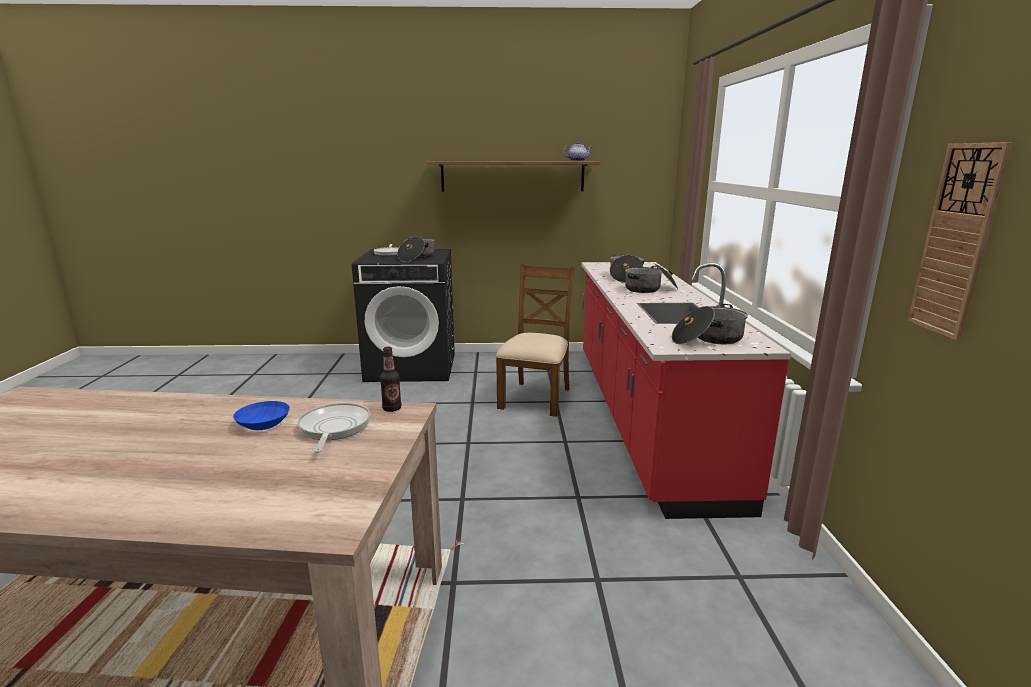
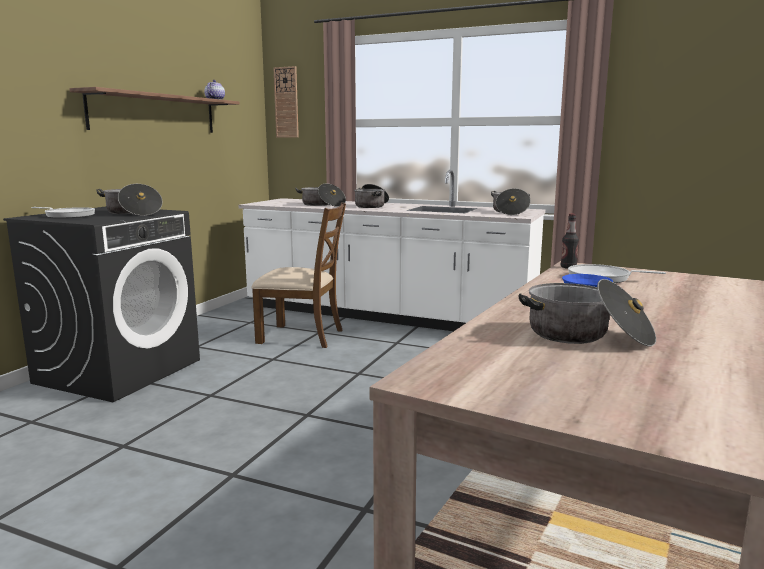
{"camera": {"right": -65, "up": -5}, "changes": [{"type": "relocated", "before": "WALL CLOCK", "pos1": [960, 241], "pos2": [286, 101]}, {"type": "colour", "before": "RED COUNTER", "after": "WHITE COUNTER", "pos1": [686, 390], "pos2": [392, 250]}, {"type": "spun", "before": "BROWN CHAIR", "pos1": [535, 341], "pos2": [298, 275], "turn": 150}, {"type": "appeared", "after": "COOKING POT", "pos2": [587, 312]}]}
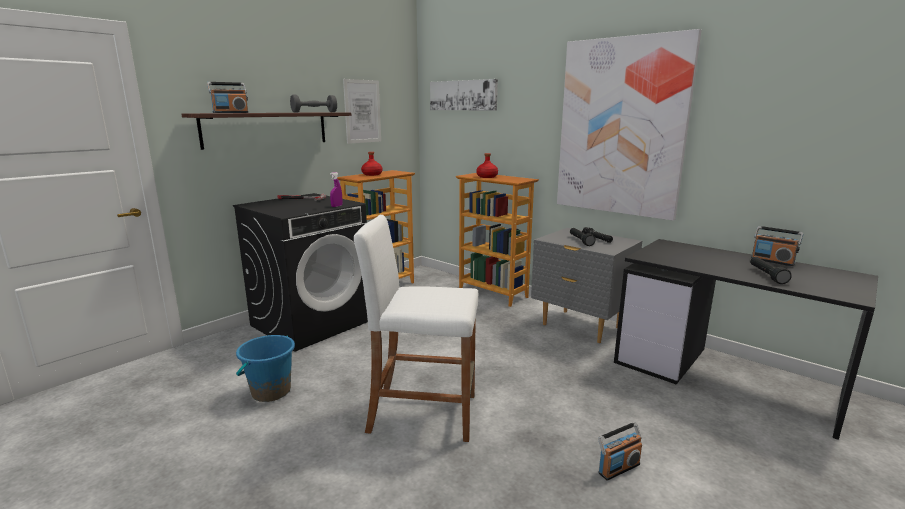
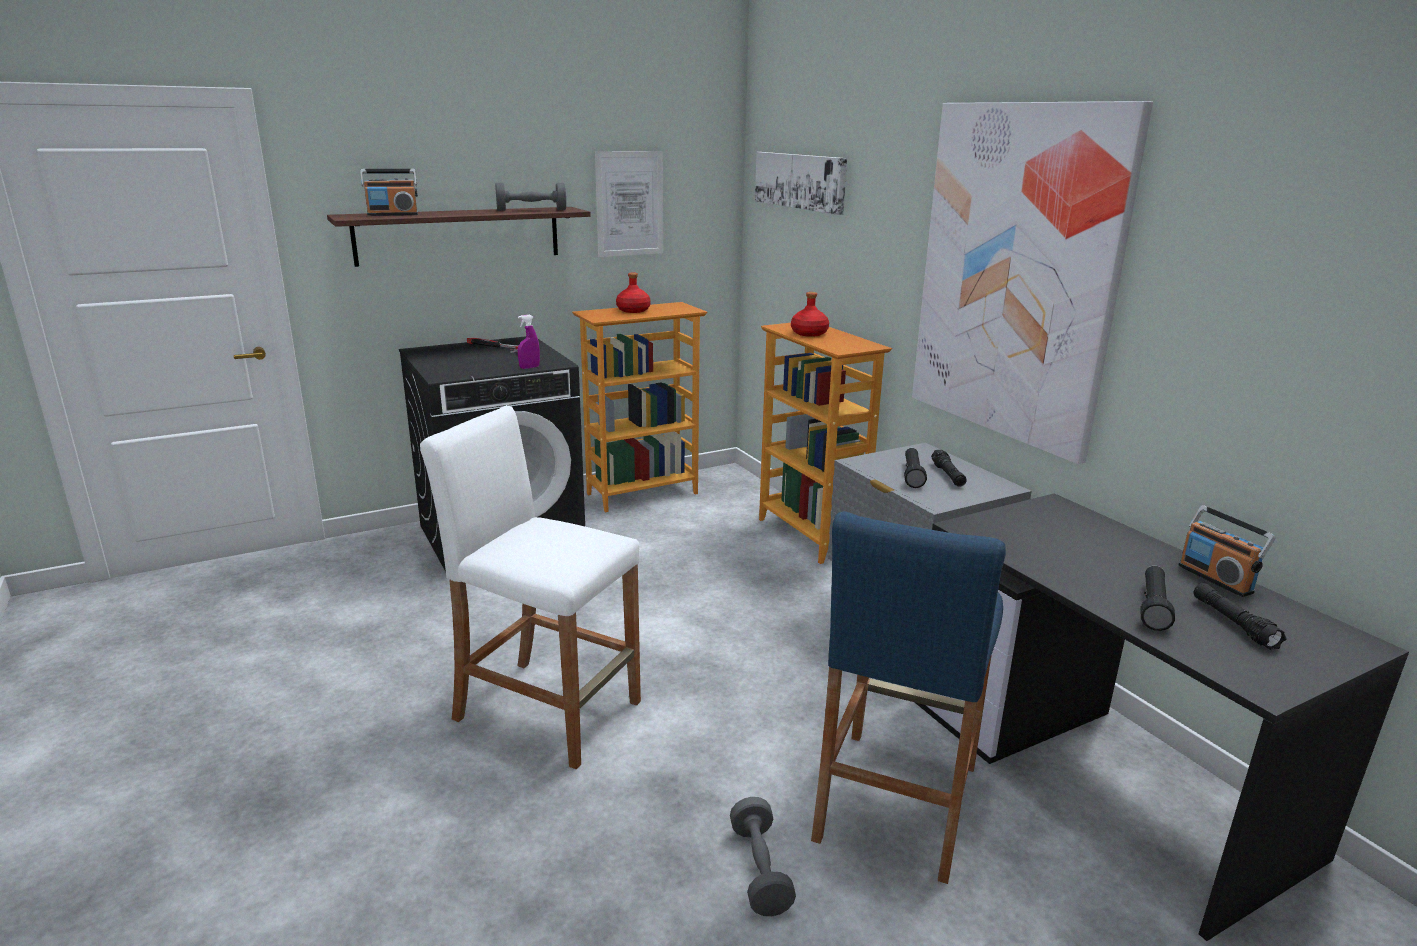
{"camera": {"right": 20, "up": 5}, "changes": [{"type": "missing", "before": "BLUE BUCKET", "pos1": [265, 368]}, {"type": "exchanged", "before": "RADIO", "after": "GREY DUMBBELL", "pos1": [620, 451], "pos2": [763, 856]}, {"type": "appeared", "after": "BLUE STOOL", "pos2": [908, 697]}, {"type": "appeared", "after": "BLACK FLASHLIGHT", "pos2": [1240, 616]}]}
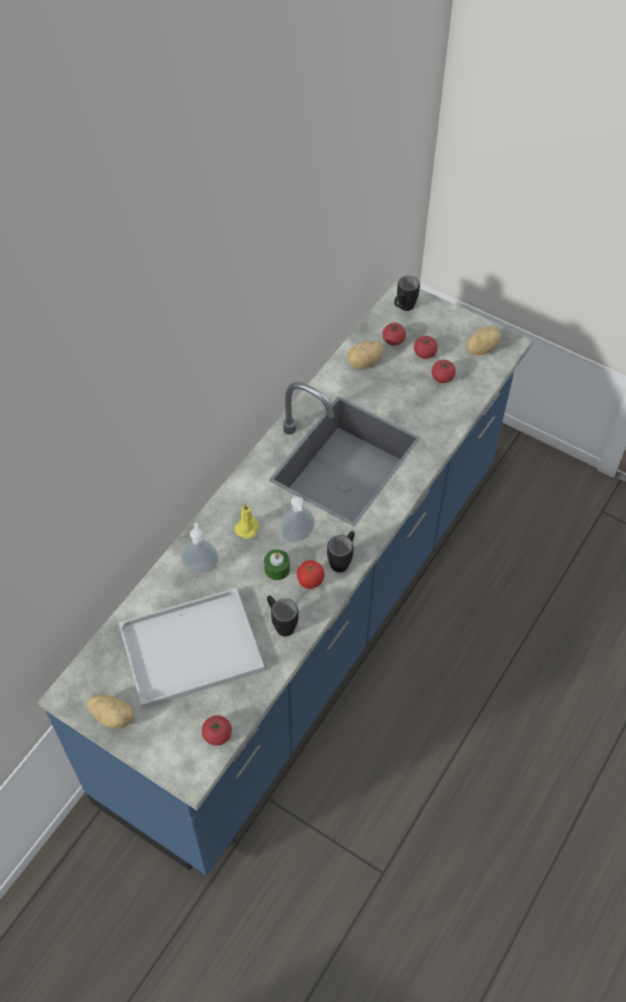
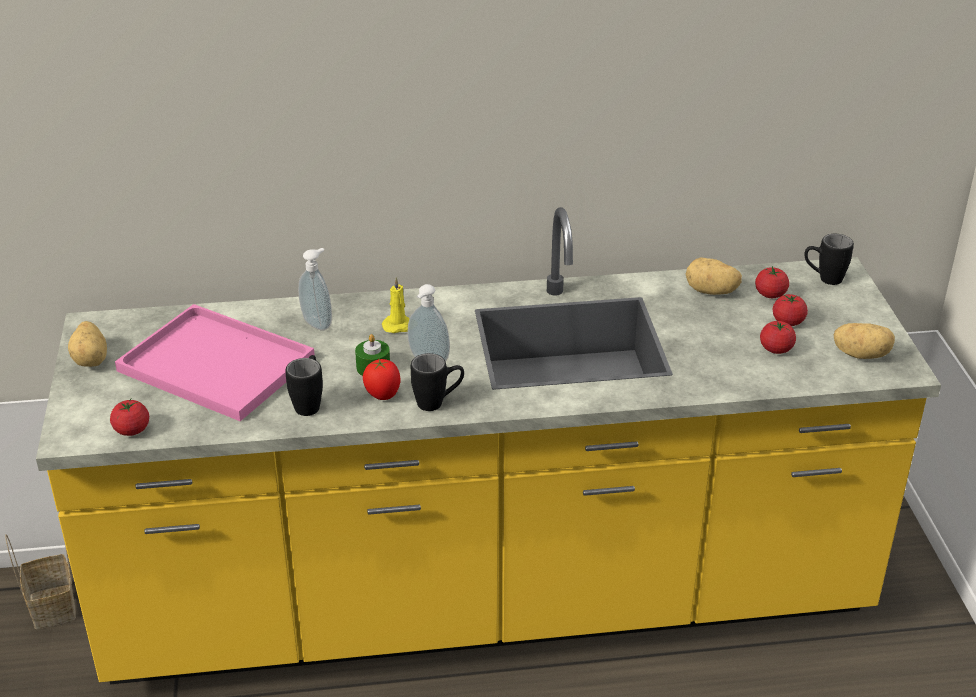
{"camera": {"right": 50, "up": -20}, "changes": [{"type": "colour", "before": "BLUE COUNTER", "after": "YELLOW COUNTER", "pos1": [285, 577], "pos2": [488, 445]}, {"type": "colour", "before": "WHITE TRAY", "after": "PINK TRAY", "pos1": [191, 648], "pos2": [215, 362]}, {"type": "appeared", "after": "BASKET", "pos2": [40, 581]}]}
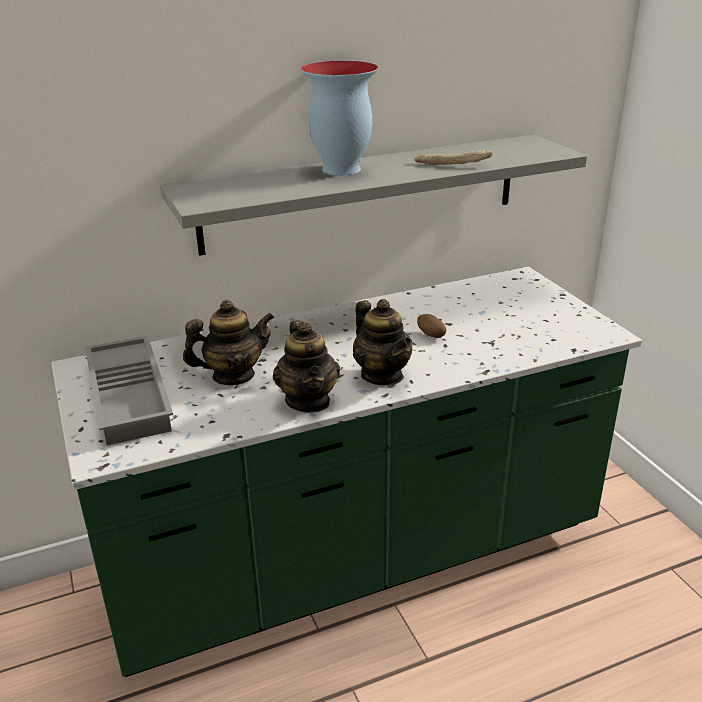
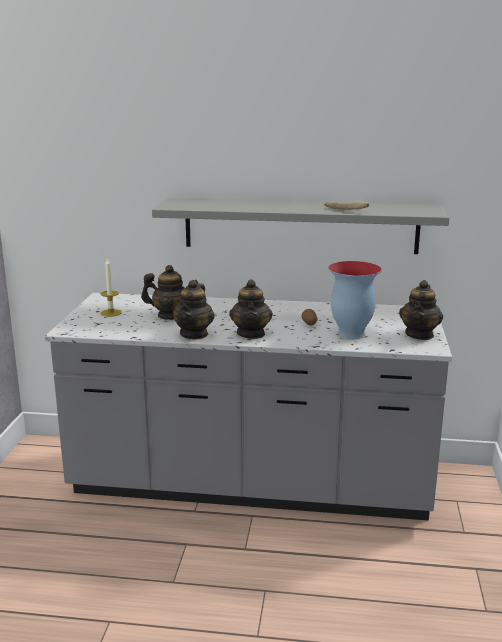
{"camera": {"right": 30, "up": -10}, "changes": [{"type": "relocated", "before": "VASE", "pos1": [339, 117], "pos2": [355, 300]}, {"type": "colour", "before": "GREEN COUNTER", "after": "GREY COUNTER", "pos1": [346, 472], "pos2": [248, 407]}, {"type": "exchanged", "before": "GREY TRAY", "after": "CANDLE", "pos1": [129, 390], "pos2": [111, 288]}, {"type": "appeared", "after": "TEAPOT", "pos2": [421, 310]}]}
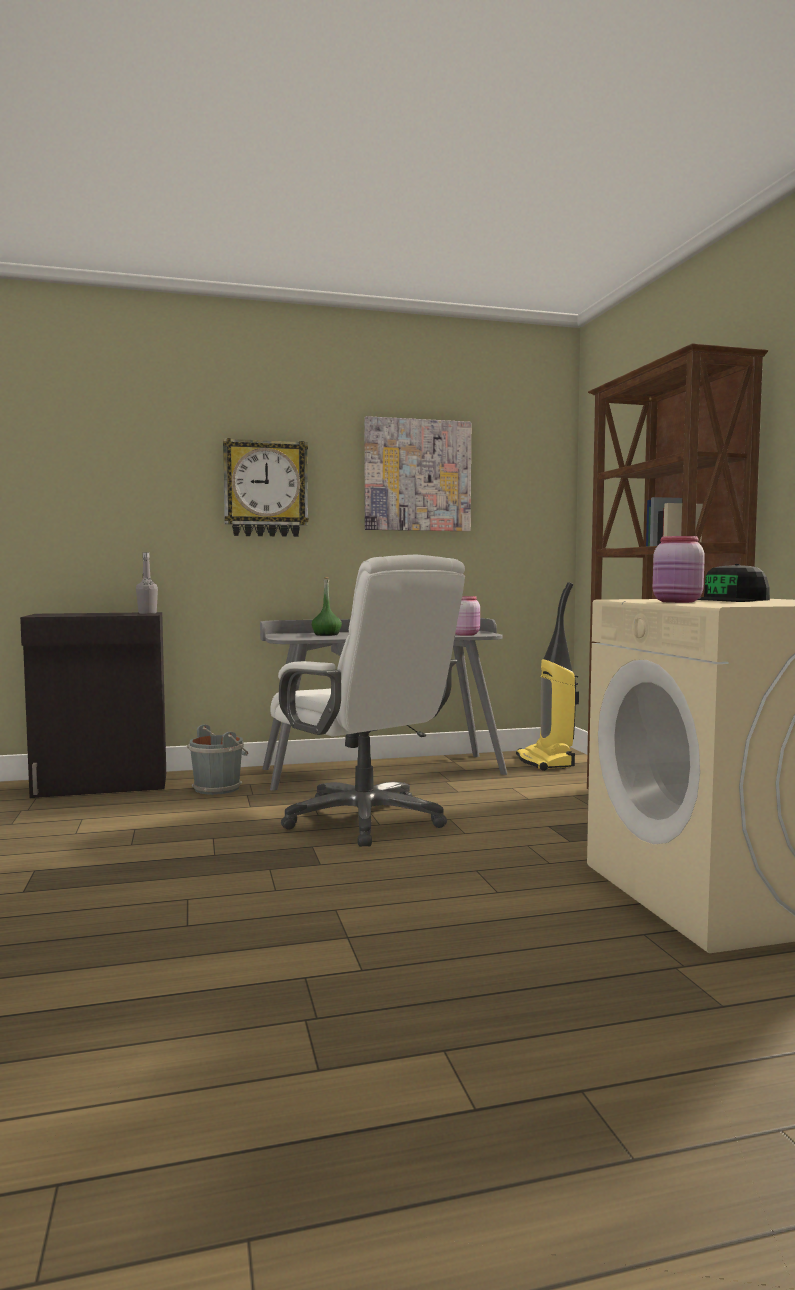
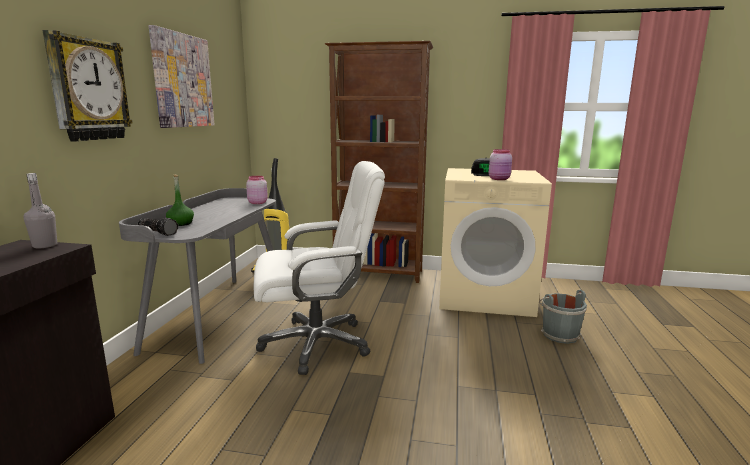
{"camera": {"right": -65, "up": 10}, "changes": [{"type": "relocated", "before": "GREY BUCKET", "pos1": [217, 759], "pos2": [563, 317]}, {"type": "appeared", "after": "FLASHLIGHT", "pos2": [158, 227]}]}
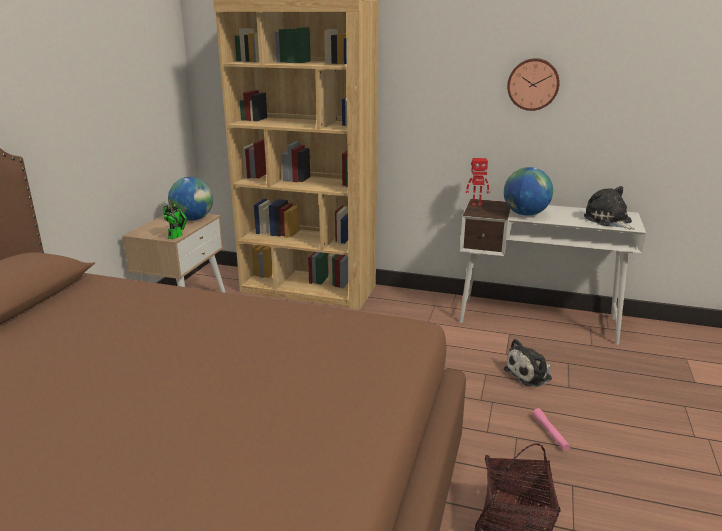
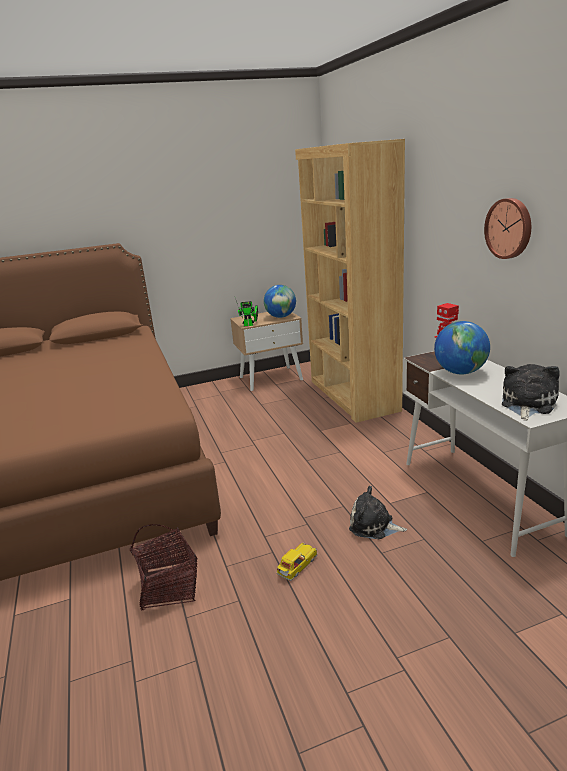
{"camera": {"right": 55, "up": 0}, "changes": [{"type": "exchanged", "before": "PINK FLASHLIGHT", "after": "TOY CAR", "pos1": [551, 429], "pos2": [297, 562]}]}
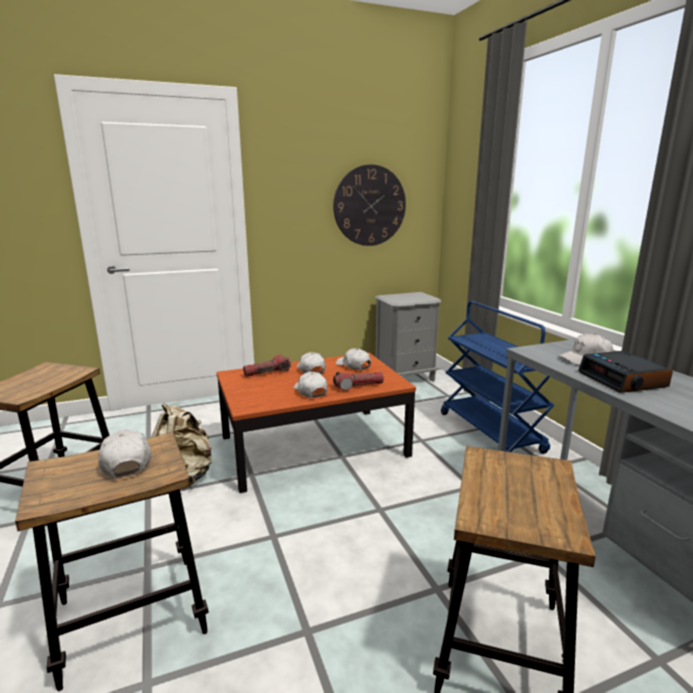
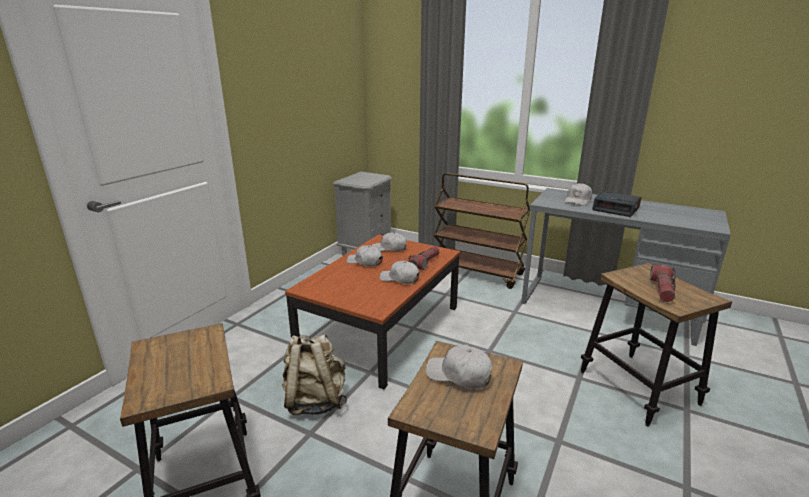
{"camera": {"right": -40, "up": 5}, "changes": [{"type": "missing", "before": "WALL CLOCK", "pos1": [369, 205]}, {"type": "colour", "before": "BLUE CART", "after": "BROWN CART", "pos1": [497, 377], "pos2": [481, 231]}, {"type": "relocated", "before": "FLASHLIGHT", "pos1": [267, 366], "pos2": [663, 283]}]}
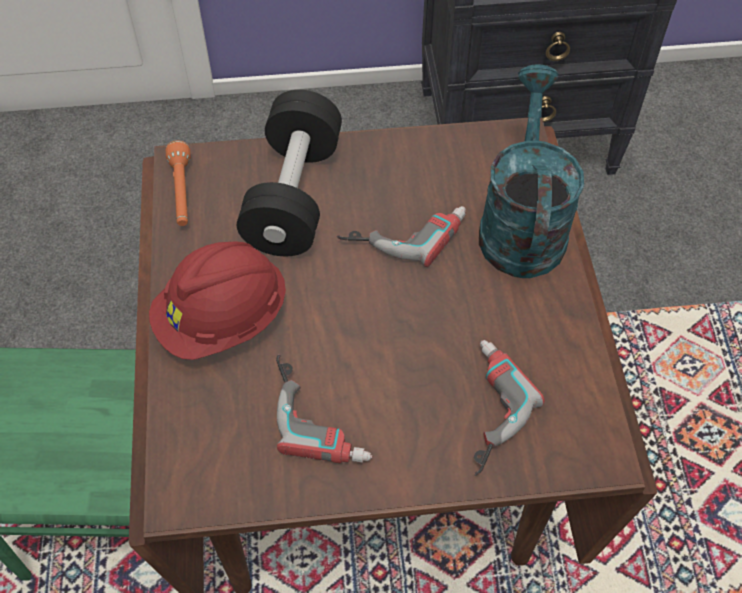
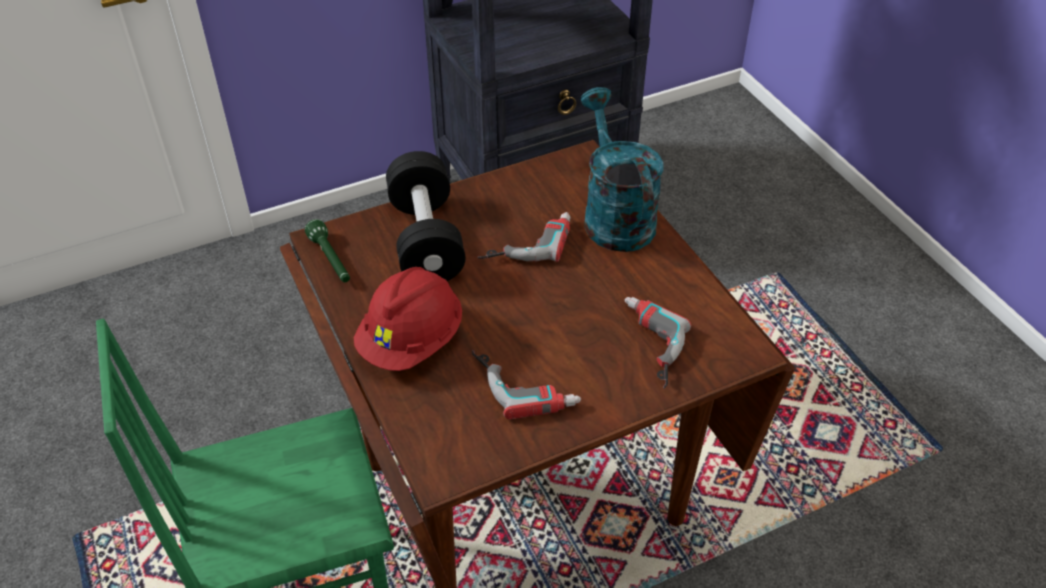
{"camera": {"right": -20, "up": -10}, "changes": [{"type": "colour", "before": "ORANGE FLASHLIGHT", "after": "GREEN FLASHLIGHT", "pos1": [178, 183], "pos2": [327, 250]}]}
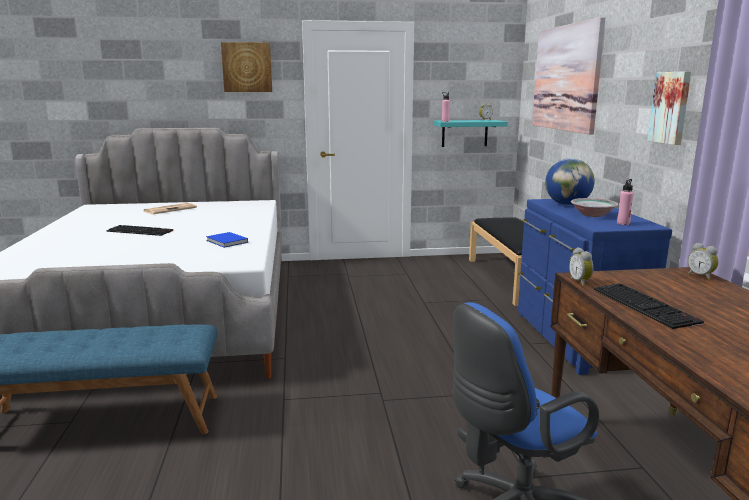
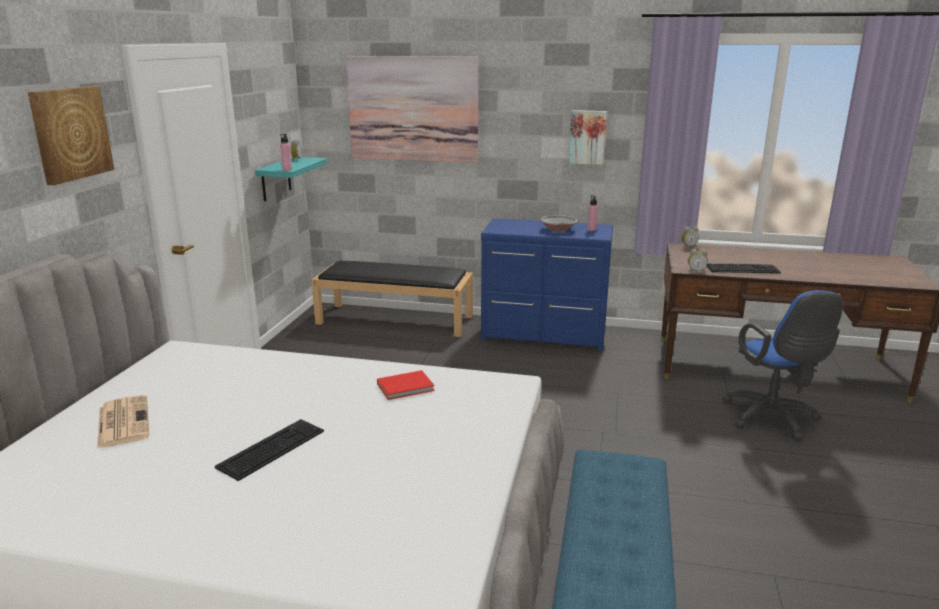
{"camera": {"right": -70, "up": 5}, "changes": [{"type": "missing", "before": "GLOBE", "pos1": [570, 181]}, {"type": "colour", "before": "BLUE BOOK", "after": "RED BOOK", "pos1": [227, 240], "pos2": [406, 385]}]}
